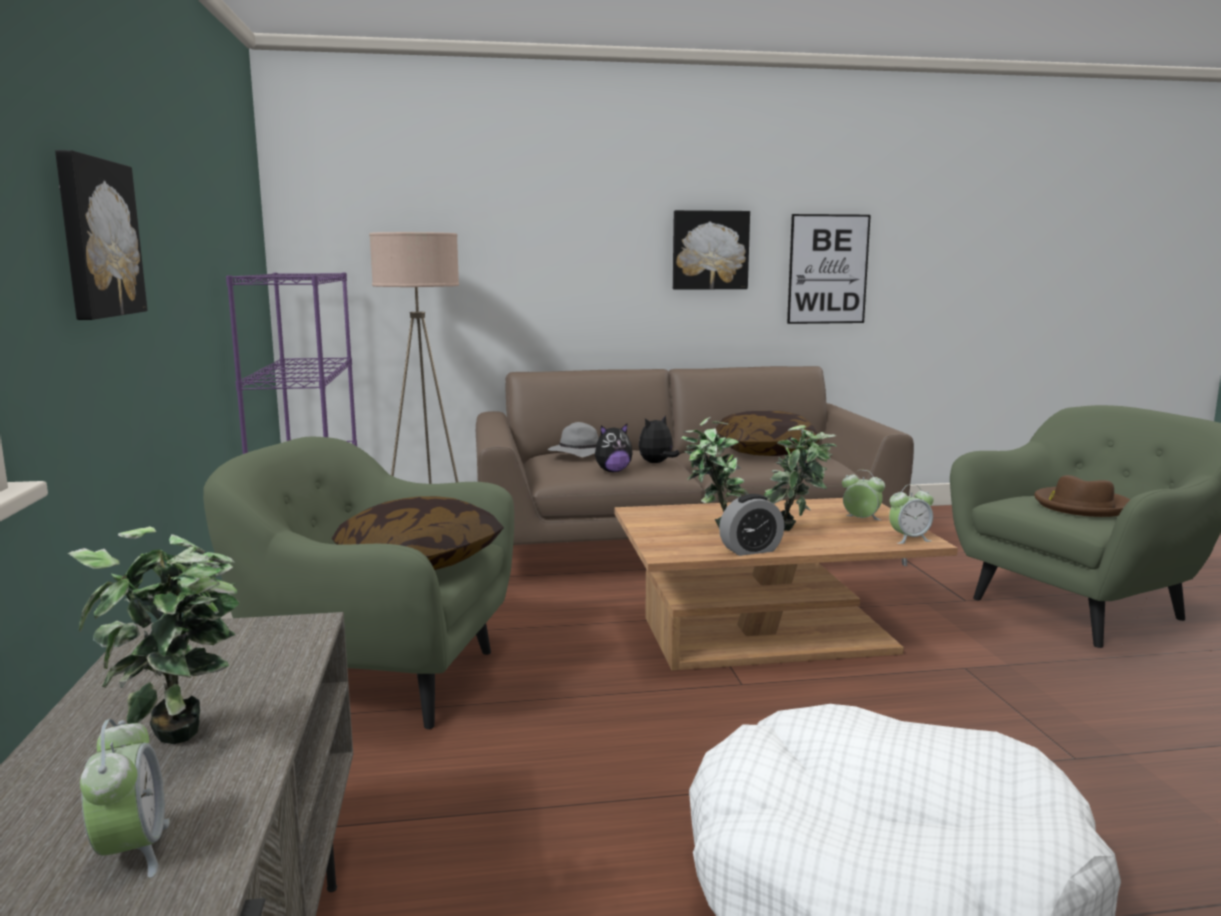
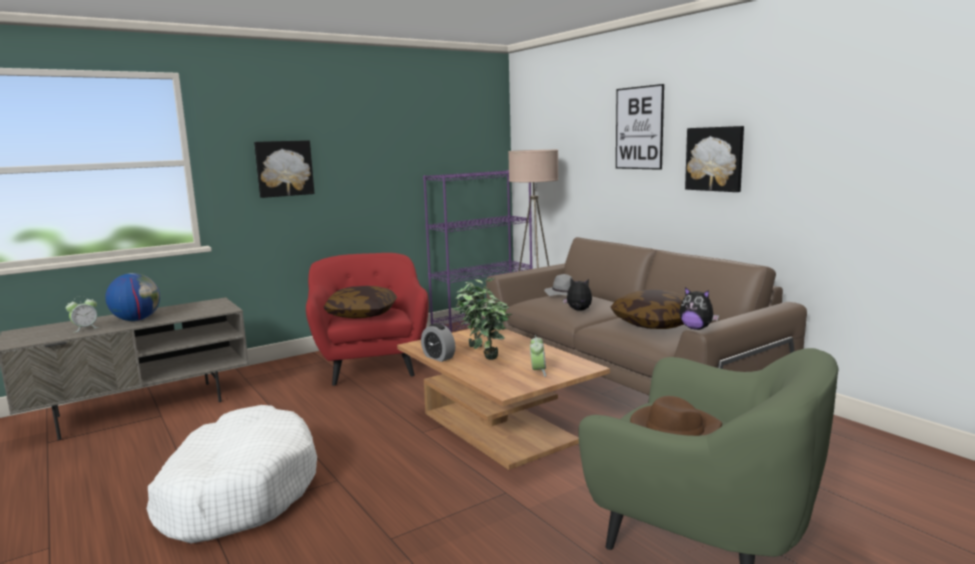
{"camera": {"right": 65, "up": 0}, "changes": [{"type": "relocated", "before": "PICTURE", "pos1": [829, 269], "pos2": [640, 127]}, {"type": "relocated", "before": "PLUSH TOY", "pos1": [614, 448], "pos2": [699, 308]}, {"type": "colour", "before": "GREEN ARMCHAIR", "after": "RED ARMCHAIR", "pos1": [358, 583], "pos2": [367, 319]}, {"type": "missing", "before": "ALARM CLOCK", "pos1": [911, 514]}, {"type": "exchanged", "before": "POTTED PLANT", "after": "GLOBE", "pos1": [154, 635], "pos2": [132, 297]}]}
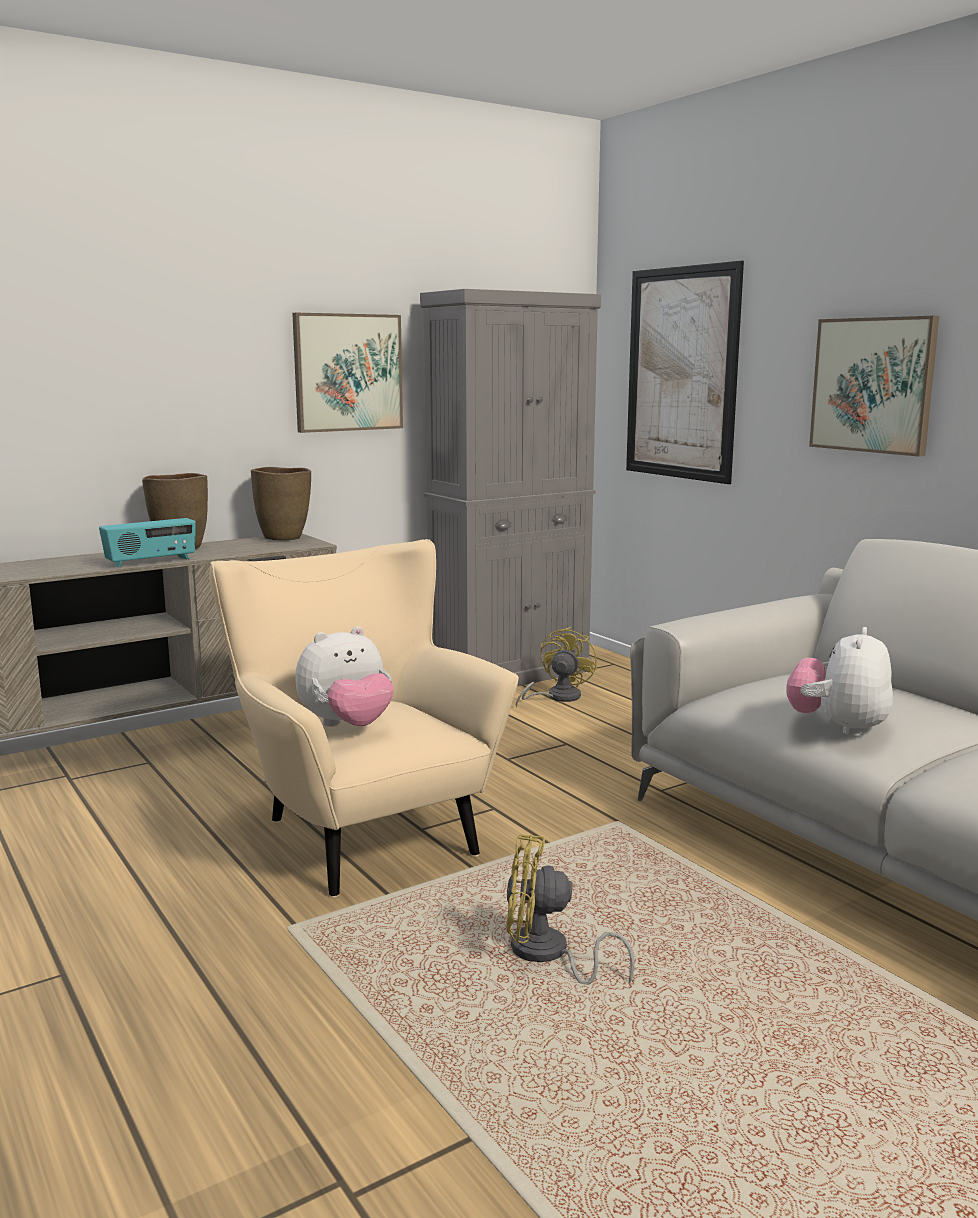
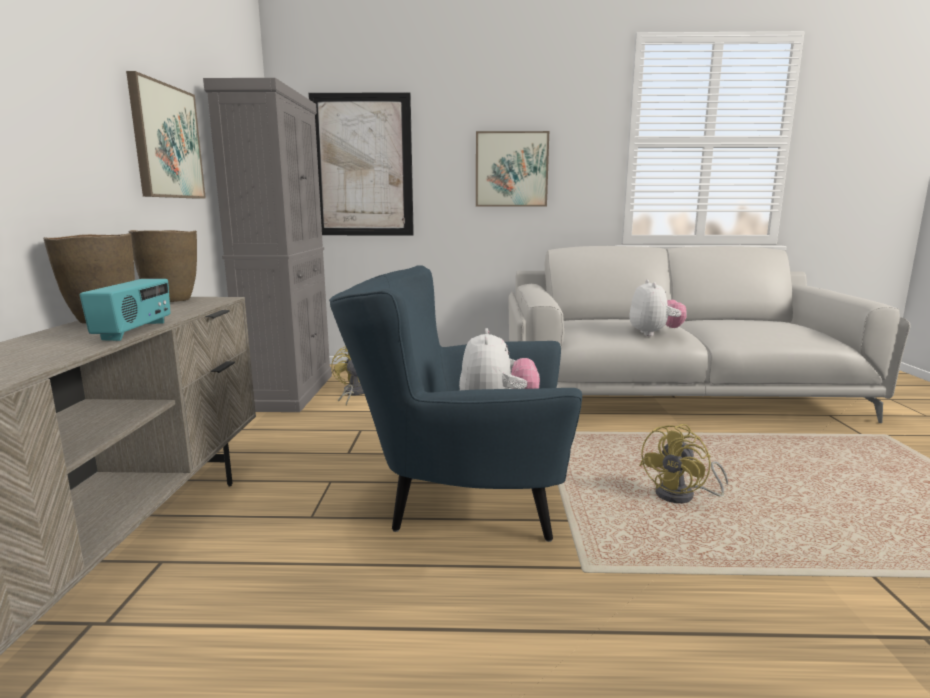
{"camera": {"right": -55, "up": 0}, "changes": [{"type": "colour", "before": "BEIGE ARMCHAIR", "after": "BLUE ARMCHAIR", "pos1": [364, 718], "pos2": [455, 403]}, {"type": "spun", "before": "PLUSH TOY", "pos1": [840, 682], "pos2": [658, 308], "turn": -150}]}
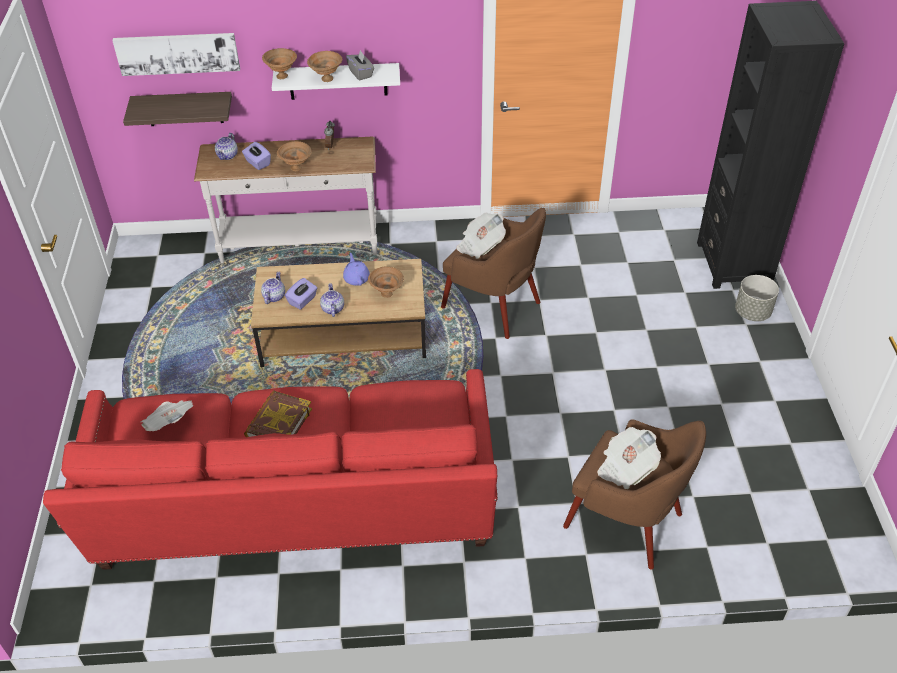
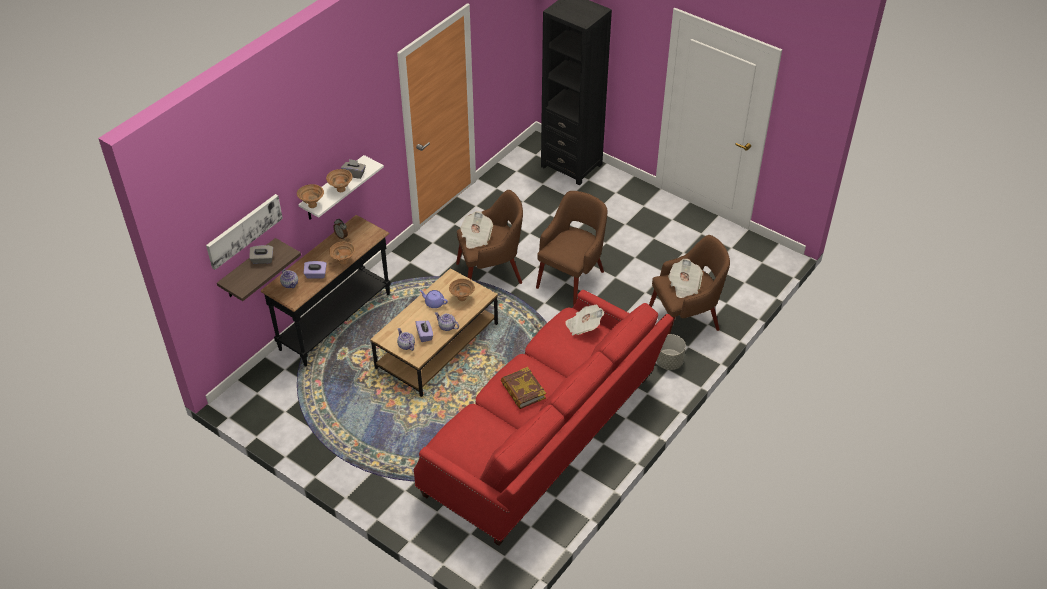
{"camera": {"right": -50, "up": 0}, "changes": [{"type": "colour", "before": "WHITE CONSOLE TABLE", "after": "BLACK CONSOLE TABLE", "pos1": [285, 200], "pos2": [326, 291]}, {"type": "relocated", "before": "GREY PLANTER", "pos1": [757, 298], "pos2": [671, 352]}, {"type": "relocated", "before": "NEWSPAPER", "pos1": [167, 415], "pos2": [584, 320]}, {"type": "appeared", "after": "BROWN ARMCHAIR", "pos2": [572, 248]}, {"type": "appeared", "after": "GREY TISSUE BOX", "pos2": [261, 254]}]}
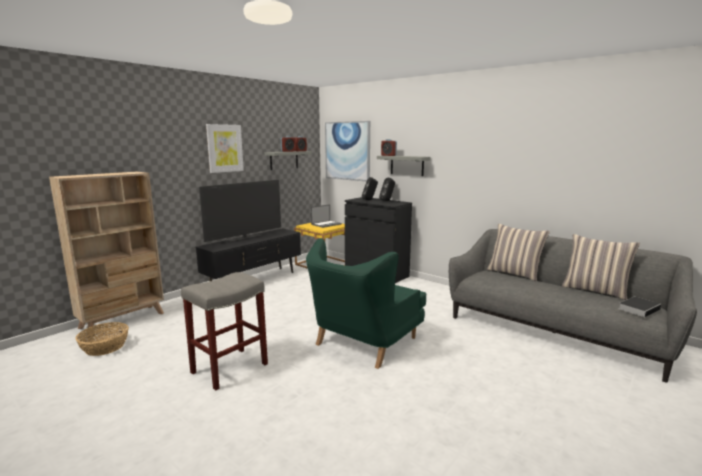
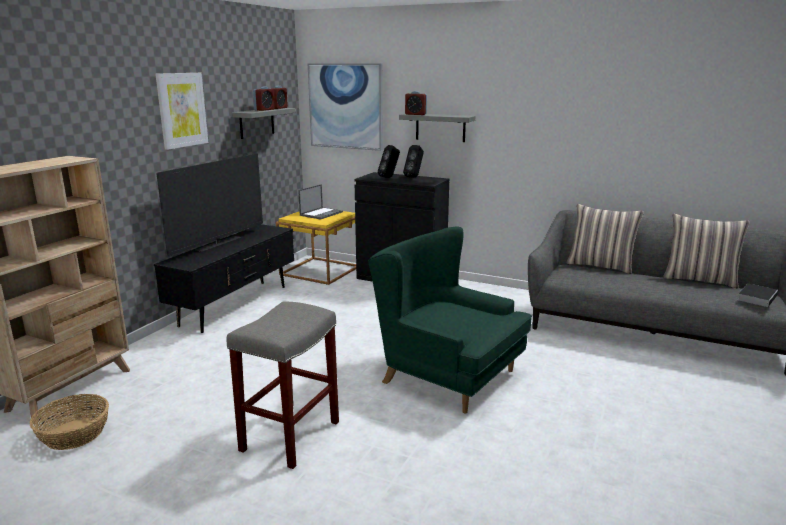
{"camera": {"right": -15, "up": 5}, "changes": [{"type": "spun", "before": "GREEN ARMCHAIR", "pos1": [366, 303], "pos2": [450, 320], "turn": 105}]}
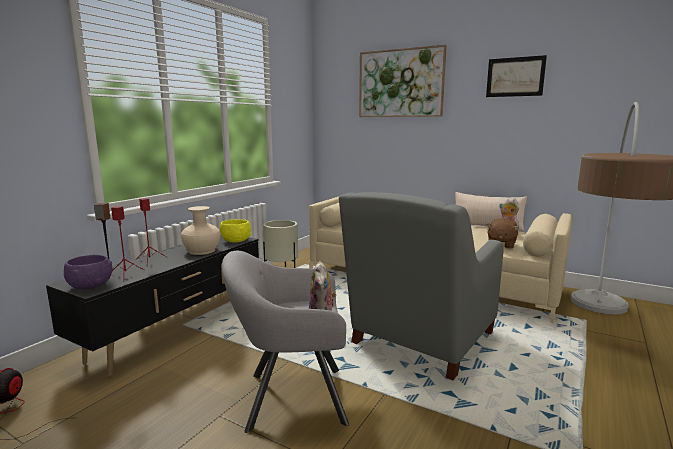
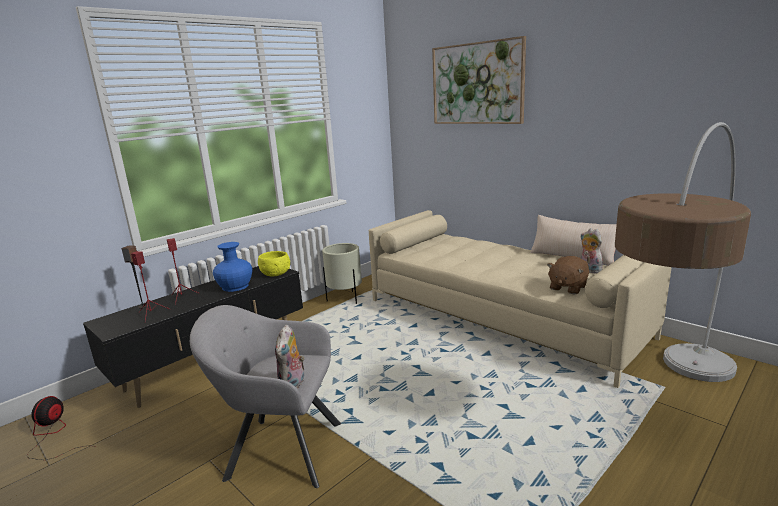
{"camera": {"right": 15, "up": 5}, "changes": [{"type": "missing", "before": "PICTURE", "pos1": [516, 76]}, {"type": "missing", "before": "GREY ARMCHAIR", "pos1": [421, 286]}, {"type": "colour", "before": "BEIGE VASE", "after": "BLUE VASE", "pos1": [201, 230], "pos2": [232, 267]}, {"type": "missing", "before": "PURPLE BOWL", "pos1": [88, 272]}]}
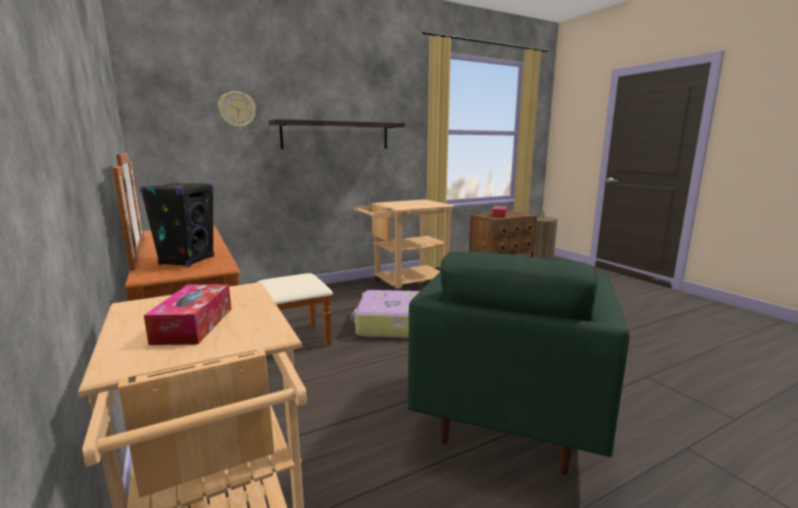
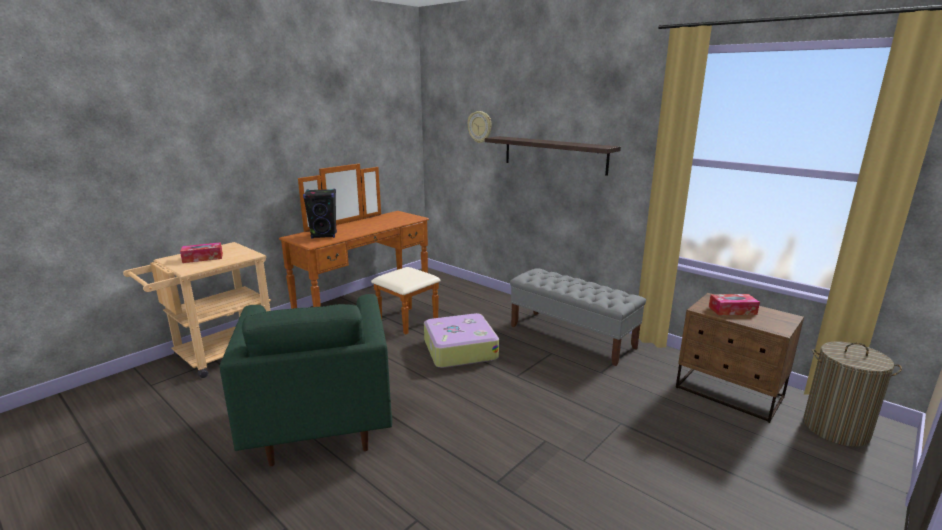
{"camera": {"right": 70, "up": 5}, "changes": [{"type": "exchanged", "before": "BEIGE CART", "after": "GREY BENCH", "pos1": [404, 245], "pos2": [578, 317]}, {"type": "spun", "before": "GREEN ARMCHAIR", "pos1": [519, 363], "pos2": [305, 380], "turn": -105}]}
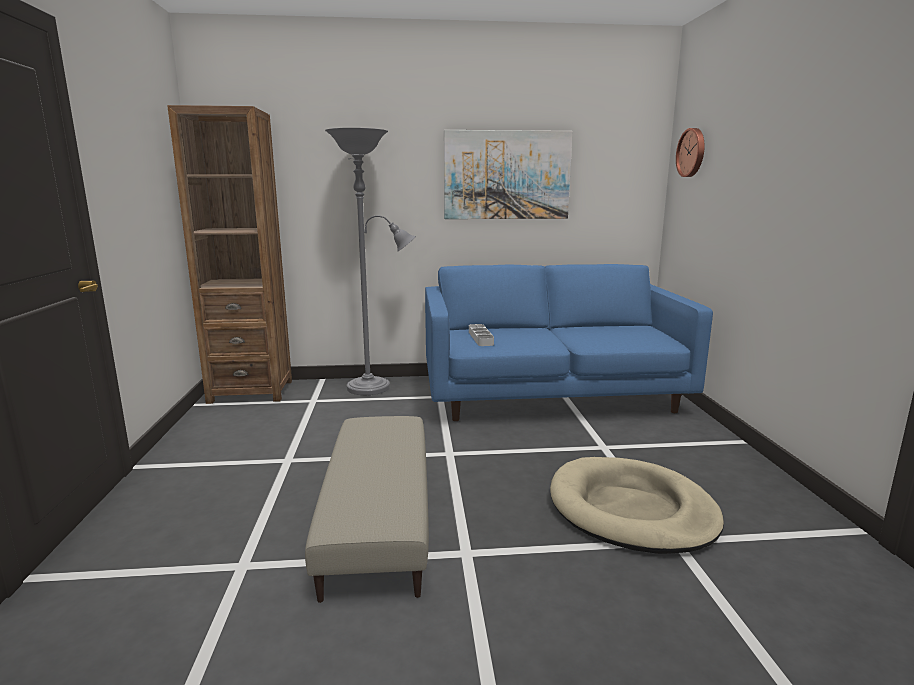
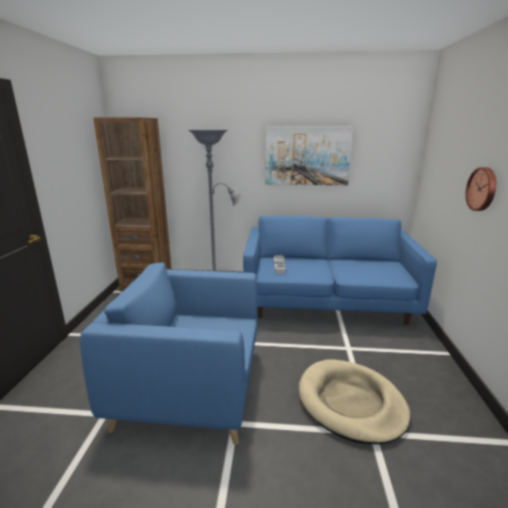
{"camera": {"right": 10, "up": 5}, "changes": [{"type": "relocated", "before": "WALL CLOCK", "pos1": [690, 152], "pos2": [481, 189]}, {"type": "exchanged", "before": "BEIGE OTTOMAN", "after": "BLUE ARMCHAIR", "pos1": [367, 509], "pos2": [169, 354]}]}
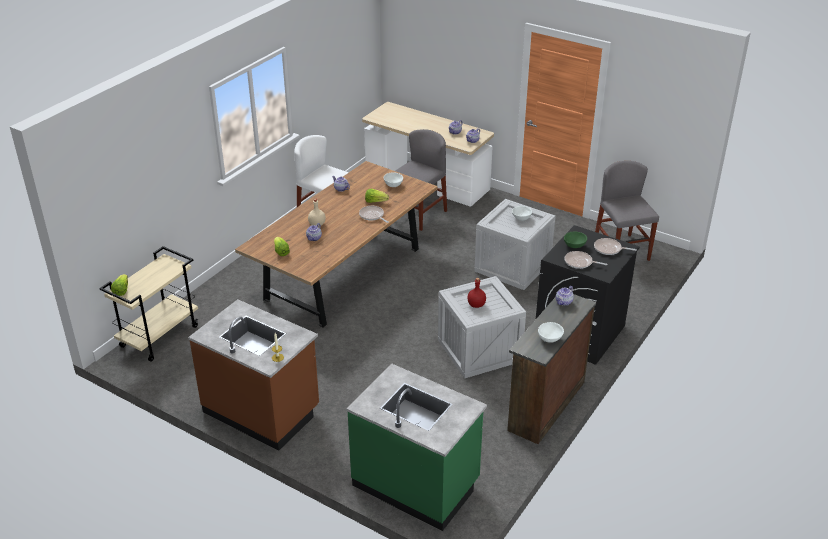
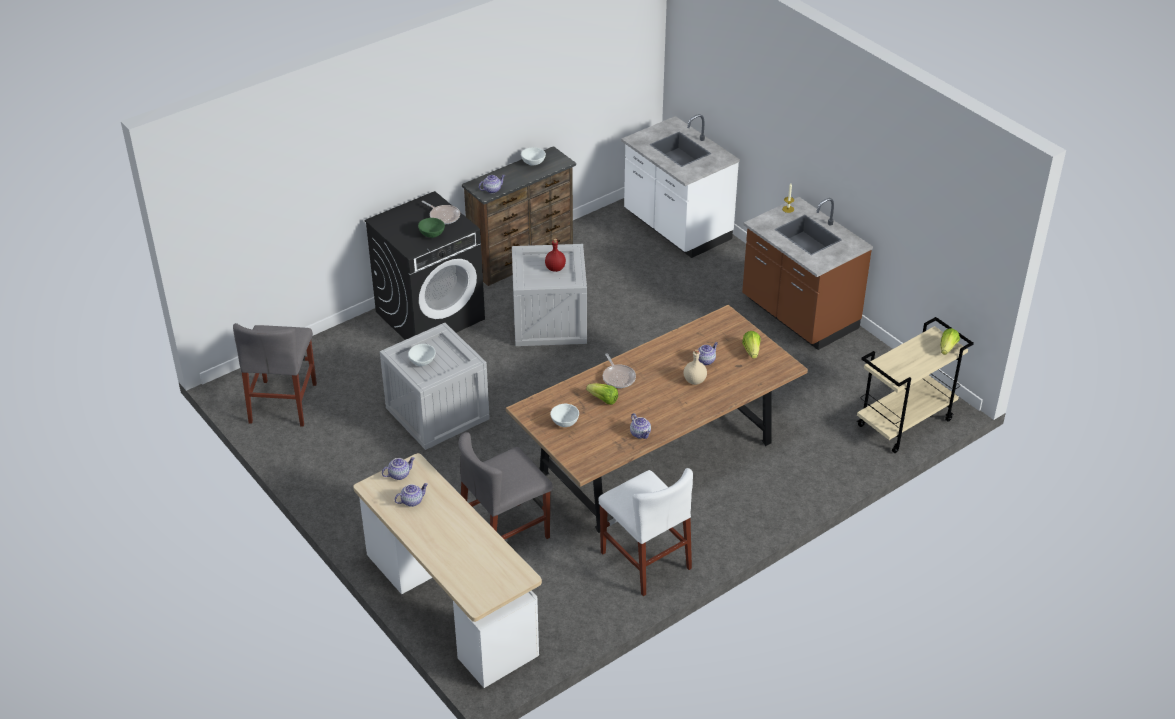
{"camera": {"right": -160, "up": 5}, "changes": [{"type": "missing", "before": "FRYING PAN", "pos1": [615, 246]}, {"type": "colour", "before": "GREEN COUNTER", "after": "WHITE COUNTER", "pos1": [416, 447], "pos2": [680, 186]}]}
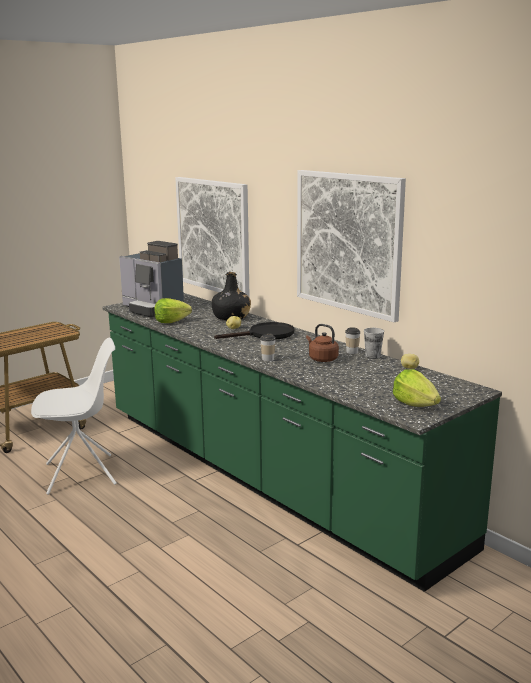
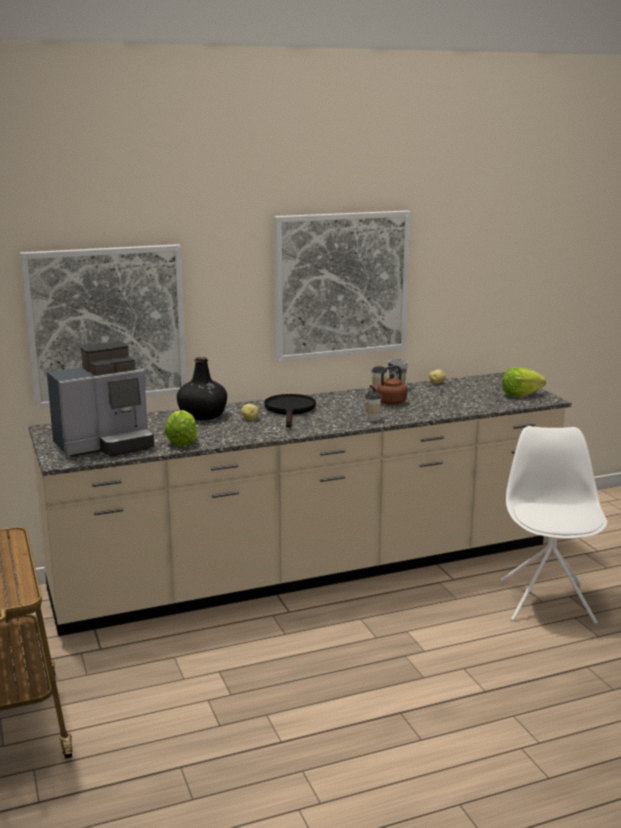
{"camera": {"right": -70, "up": 0}, "changes": [{"type": "colour", "before": "GREEN COUNTER", "after": "BEIGE COUNTER", "pos1": [302, 442], "pos2": [300, 504]}, {"type": "relocated", "before": "WHITE CHAIR", "pos1": [74, 416], "pos2": [554, 525]}]}
